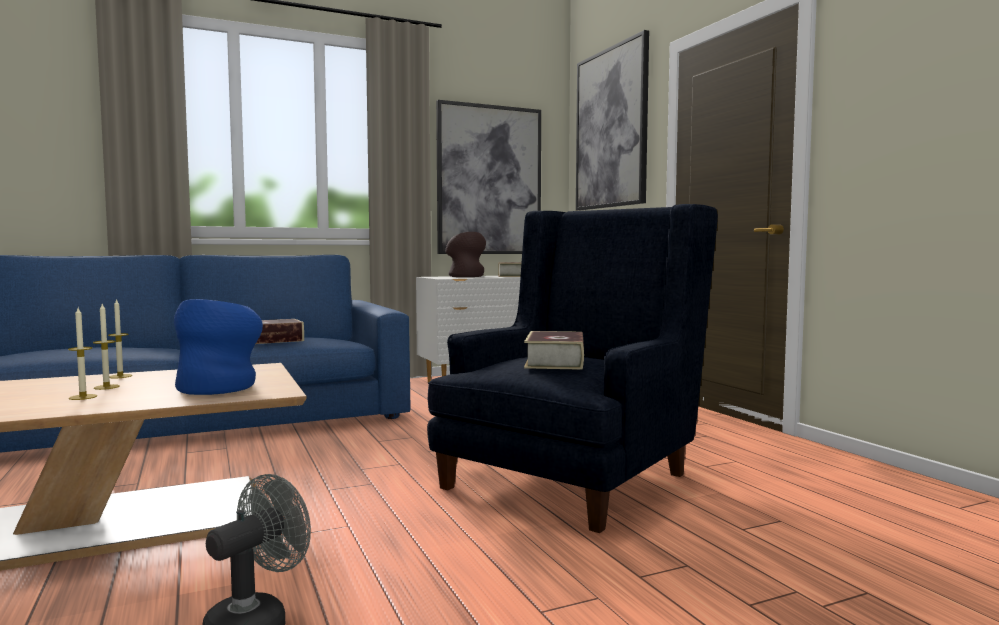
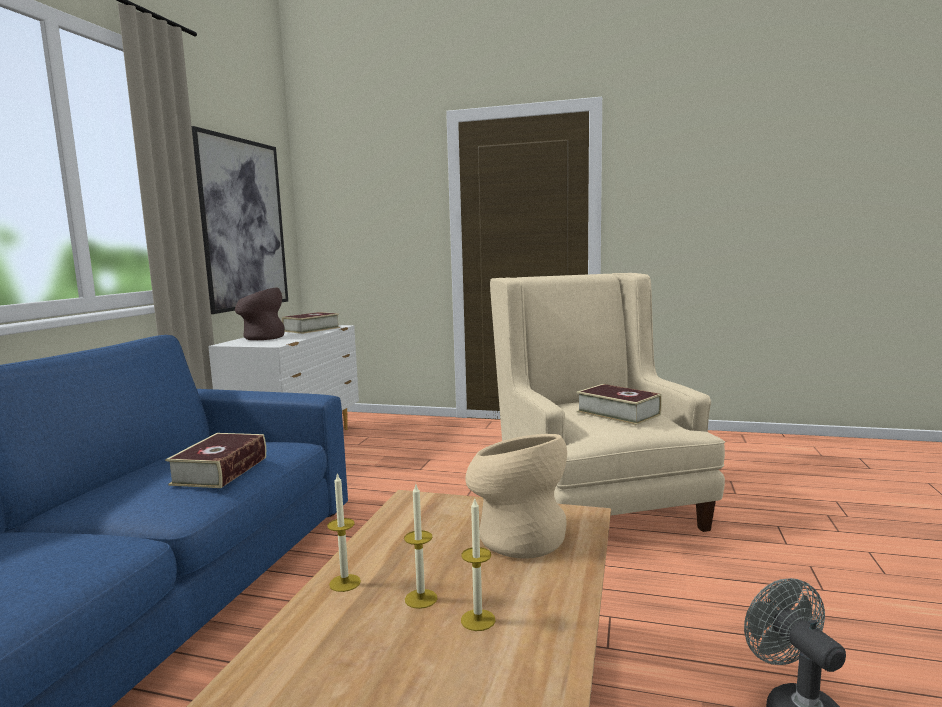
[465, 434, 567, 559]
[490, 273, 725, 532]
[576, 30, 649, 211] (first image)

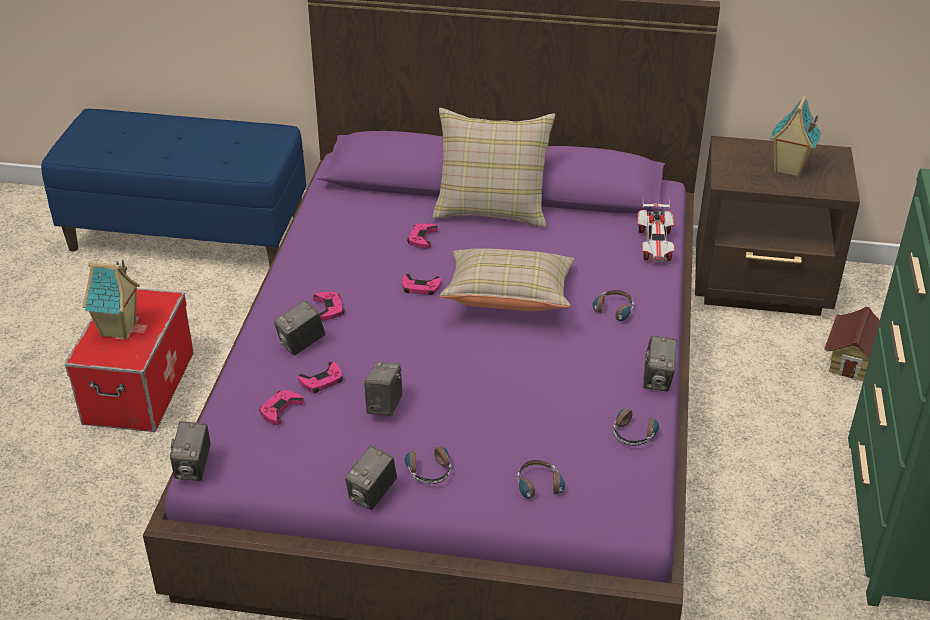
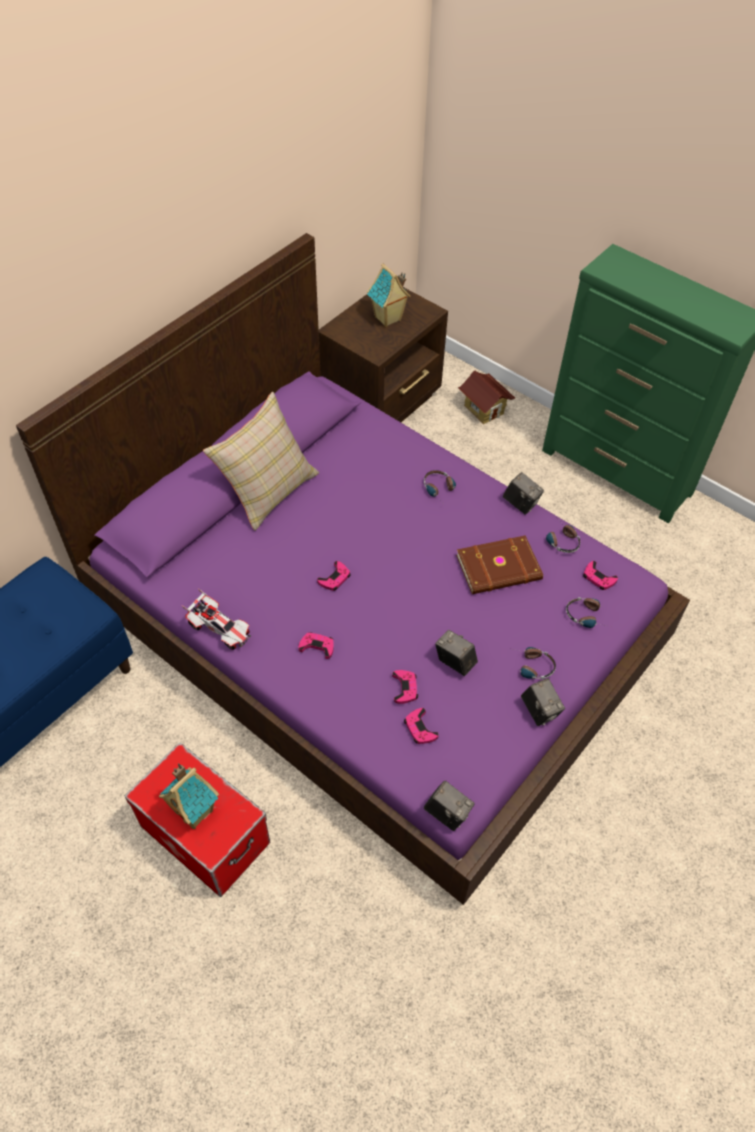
[182, 589, 251, 650]
[456, 535, 543, 594]
[583, 561, 618, 590]
[274, 300, 326, 355] (first image)
[440, 248, 575, 311] (first image)

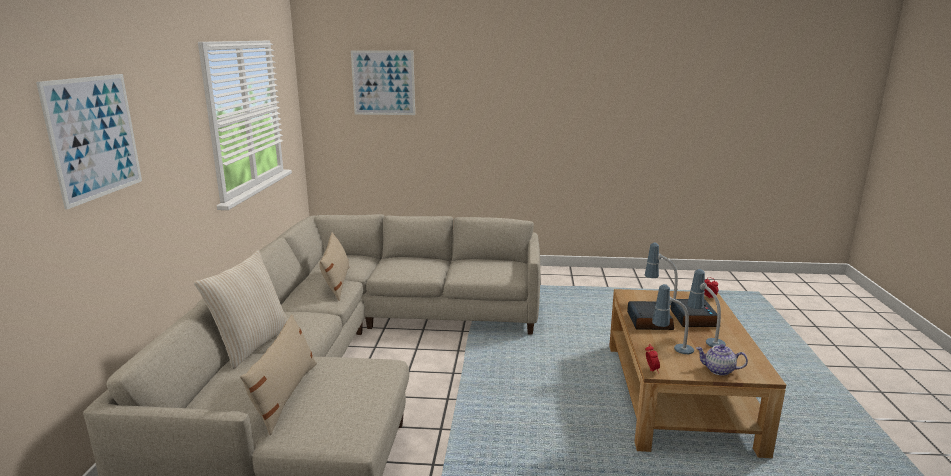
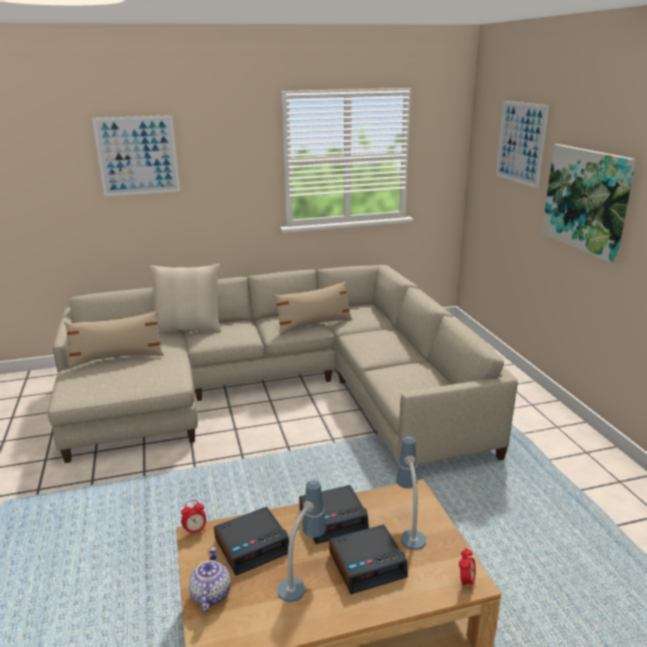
[214, 507, 289, 575]
[542, 144, 636, 263]

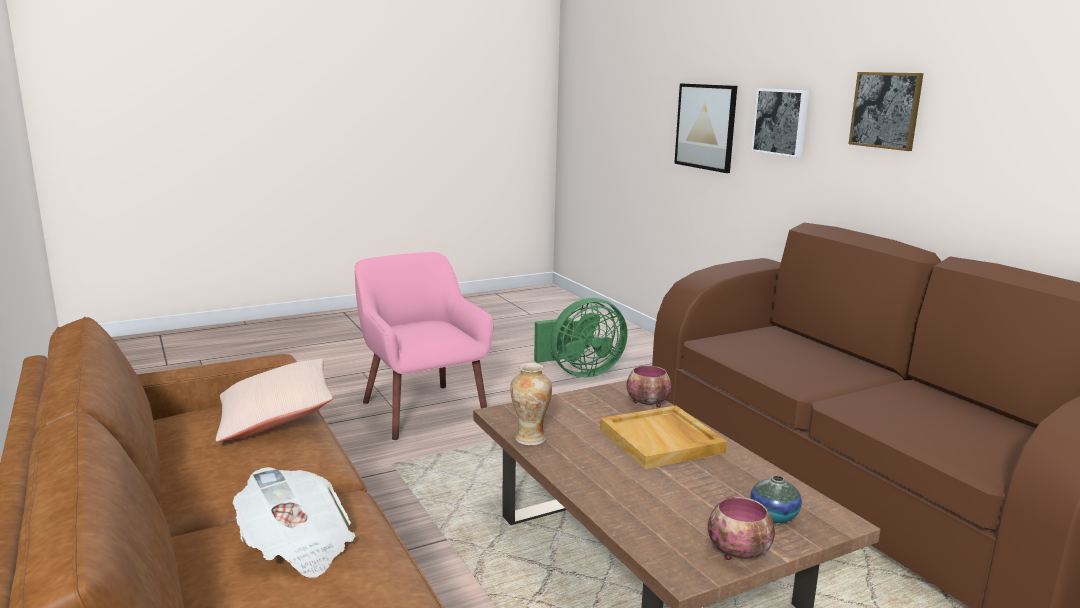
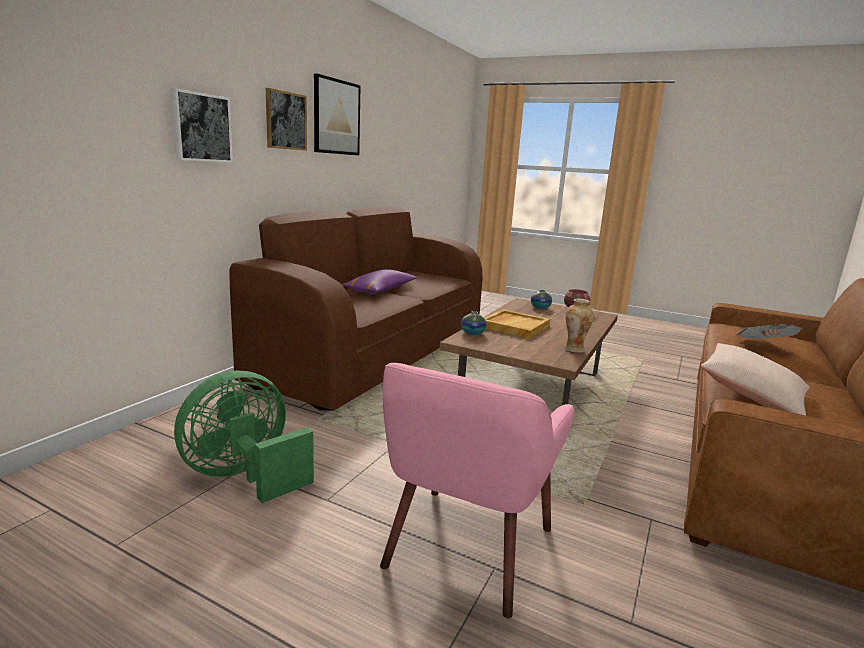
[174, 371, 314, 503]
[314, 73, 361, 156]
[342, 269, 418, 293]
[461, 311, 487, 335]

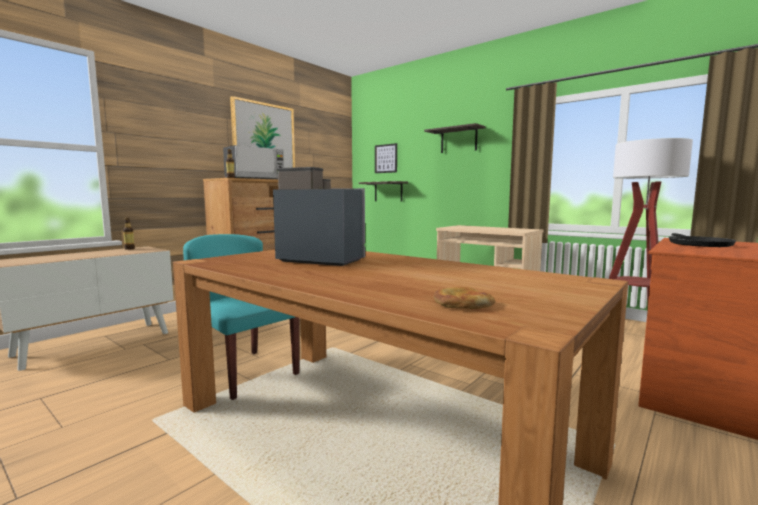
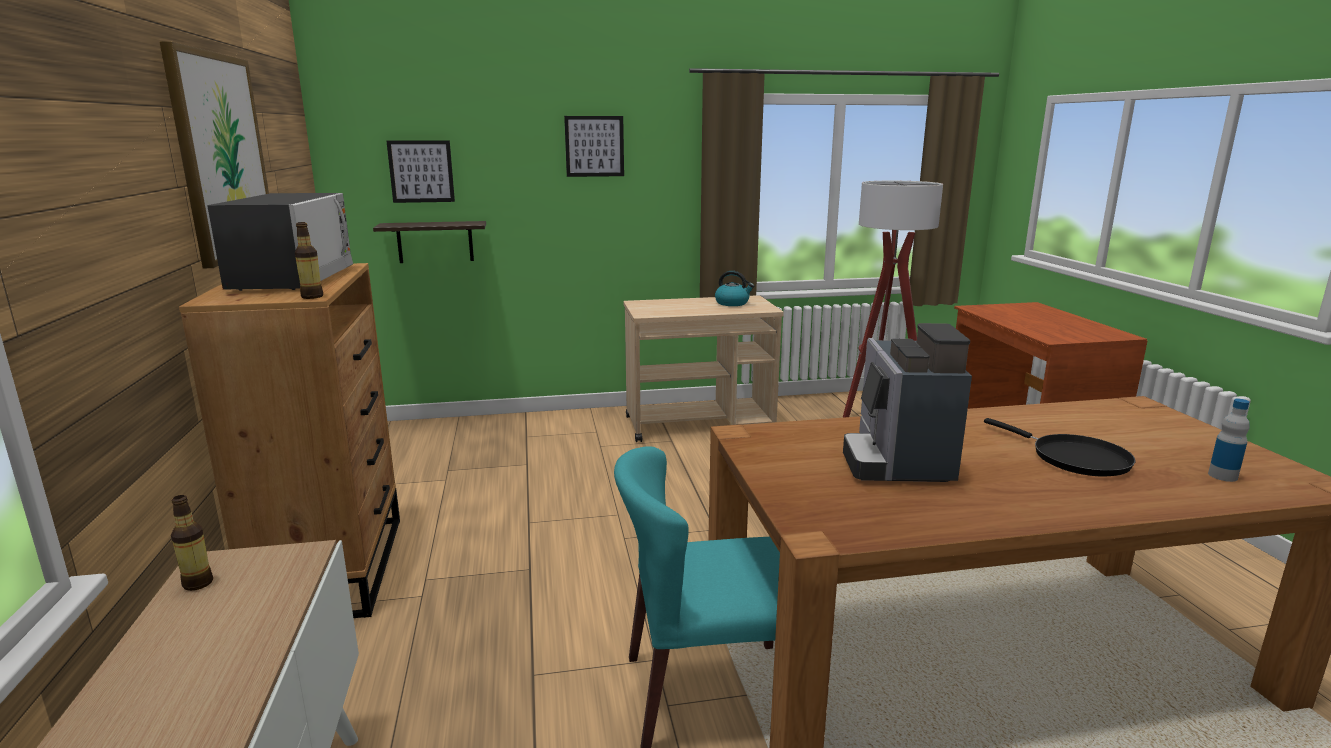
[564, 116, 624, 177]
[715, 271, 754, 306]
[843, 323, 972, 482]
[984, 418, 1136, 476]
[1208, 399, 1250, 482]

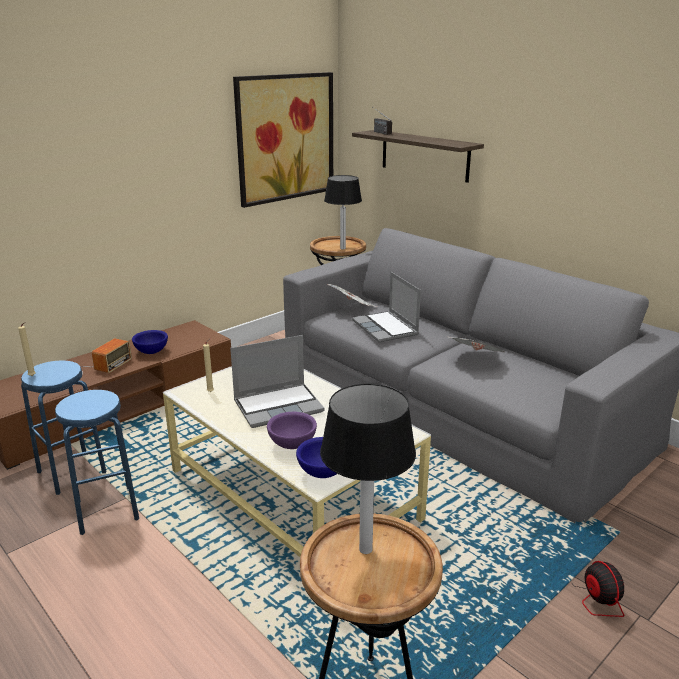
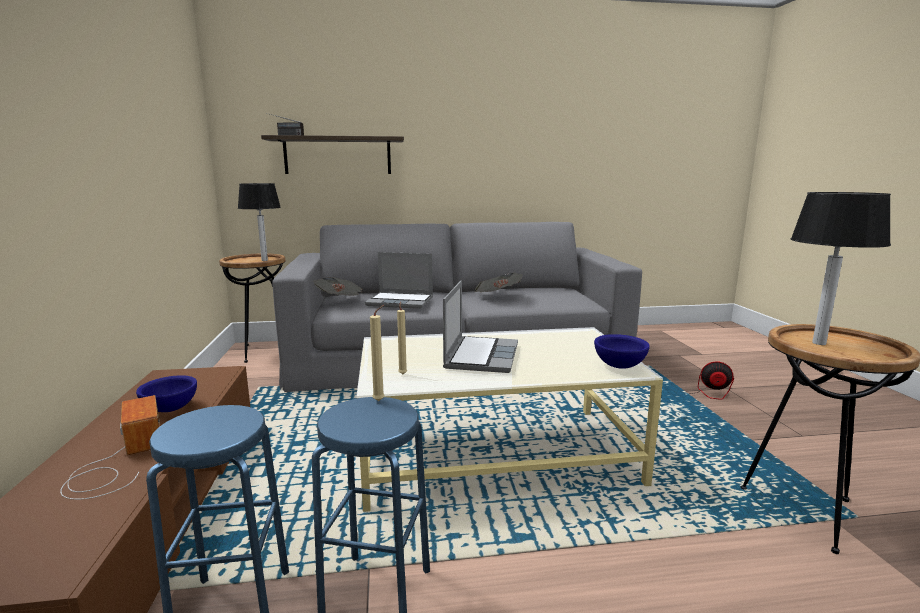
[370, 305, 385, 401]
[233, 72, 333, 208] (first image)
[267, 412, 317, 449] (first image)

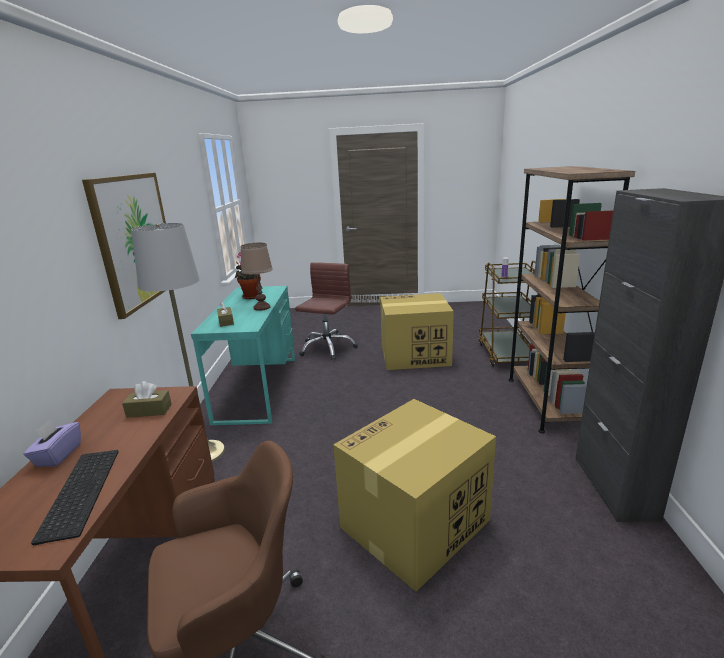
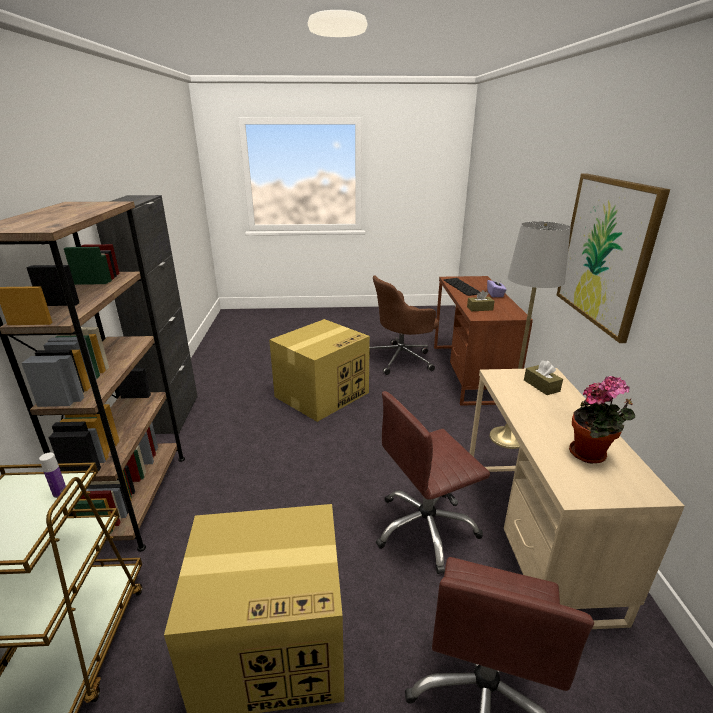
[376, 391, 490, 574]
[470, 368, 685, 629]
[241, 243, 273, 311] (first image)

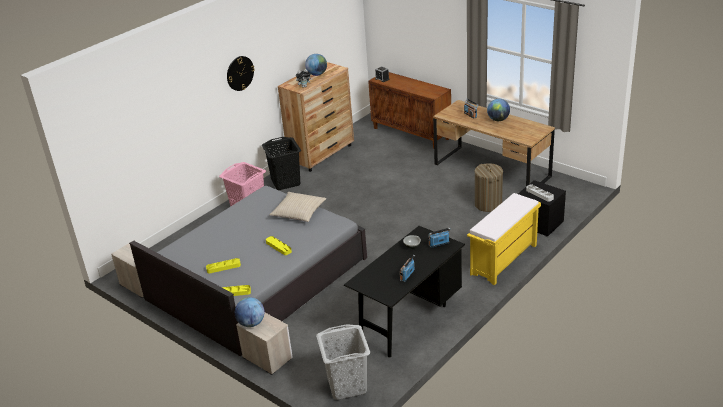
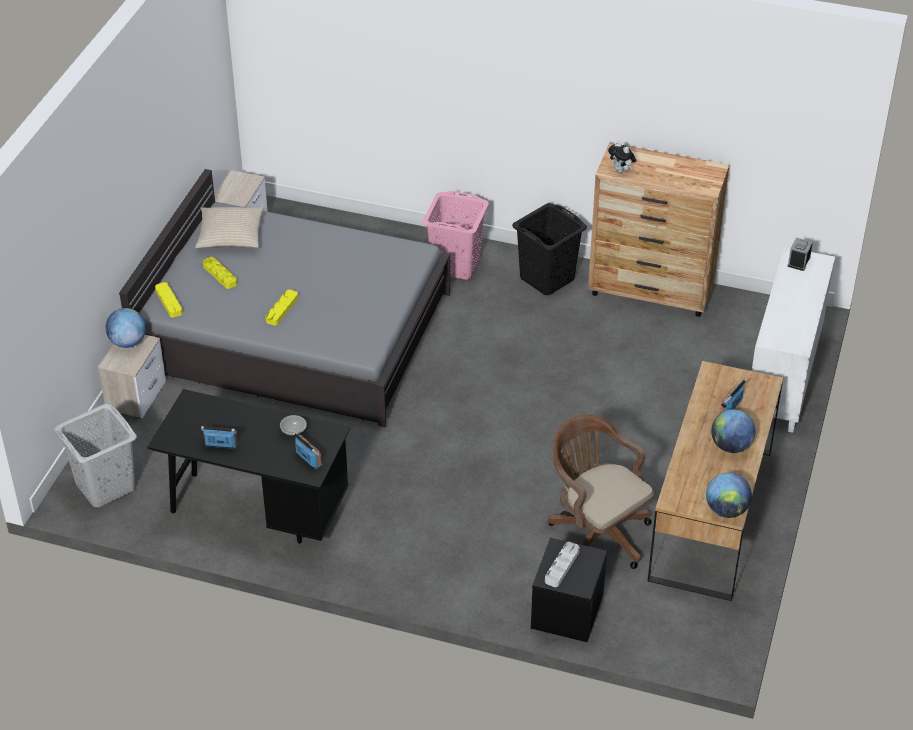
[195, 206, 264, 248]
[548, 414, 654, 569]
[706, 472, 752, 518]
[752, 247, 835, 433]
[227, 56, 255, 91] (first image)
[467, 193, 541, 285] (first image)

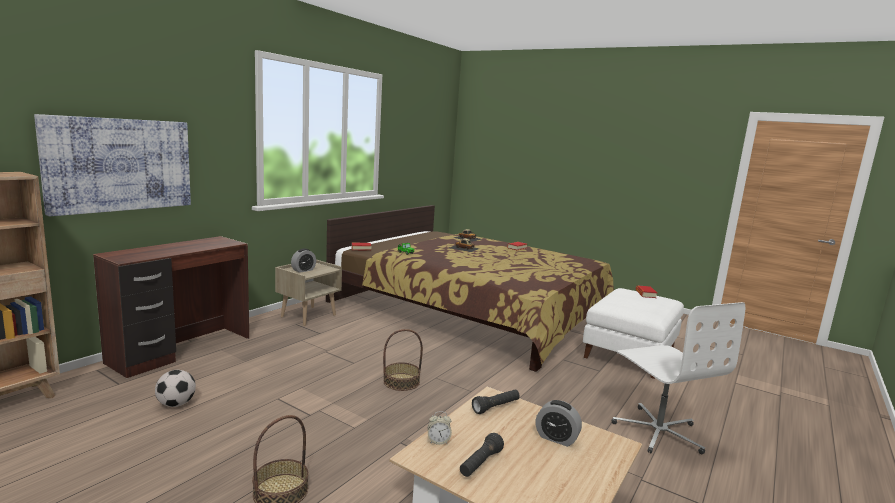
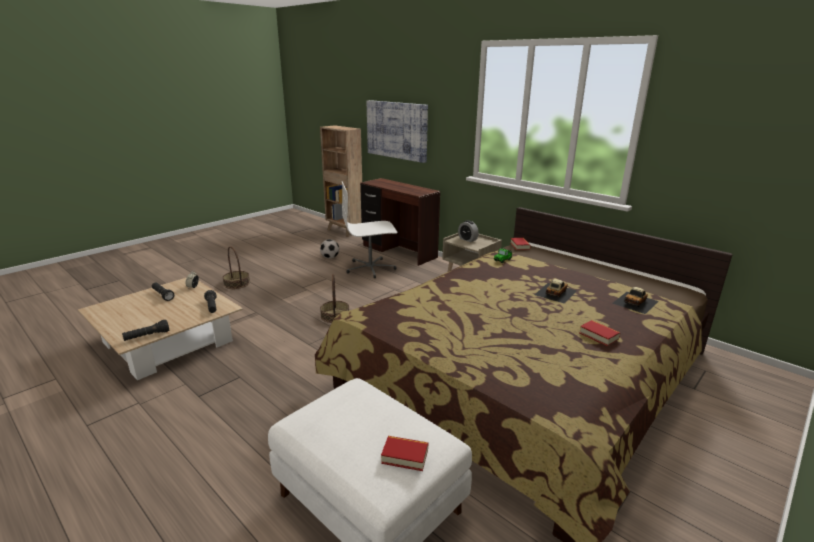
[122, 320, 169, 341]
[341, 181, 397, 278]
[535, 400, 582, 447] (first image)

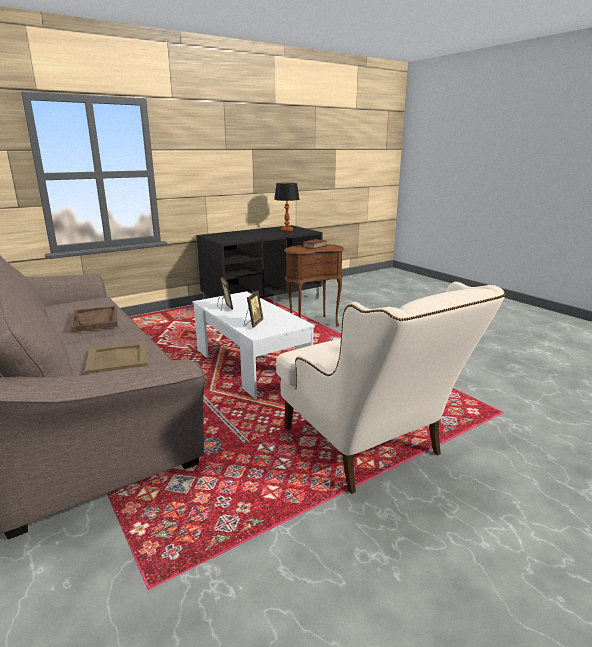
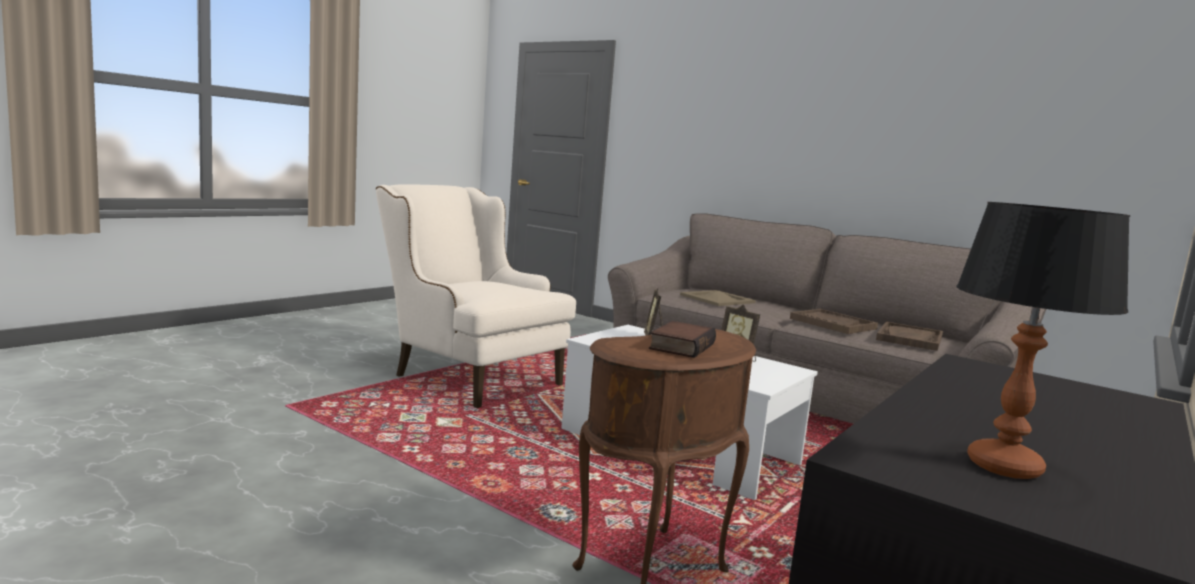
[876, 322, 943, 351]

